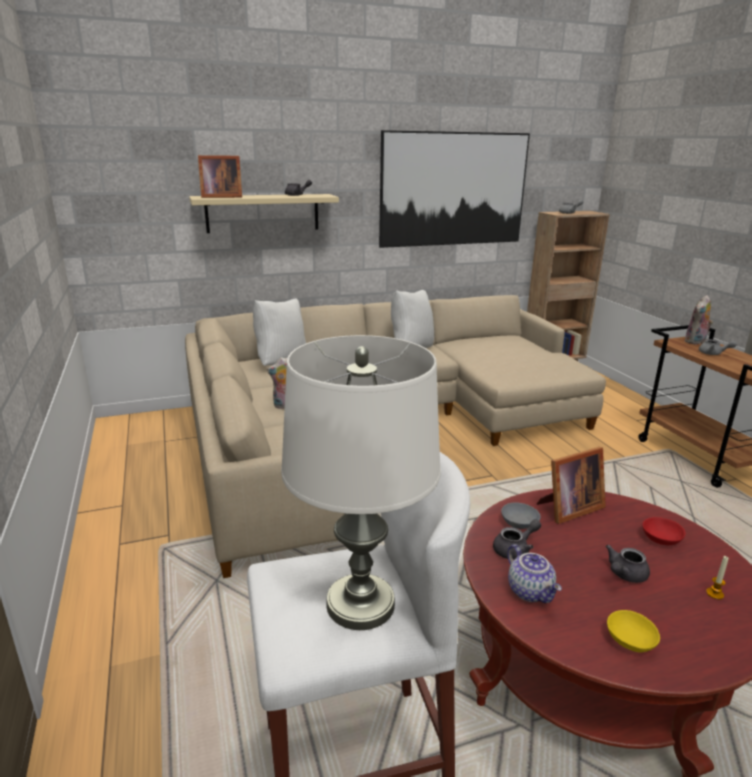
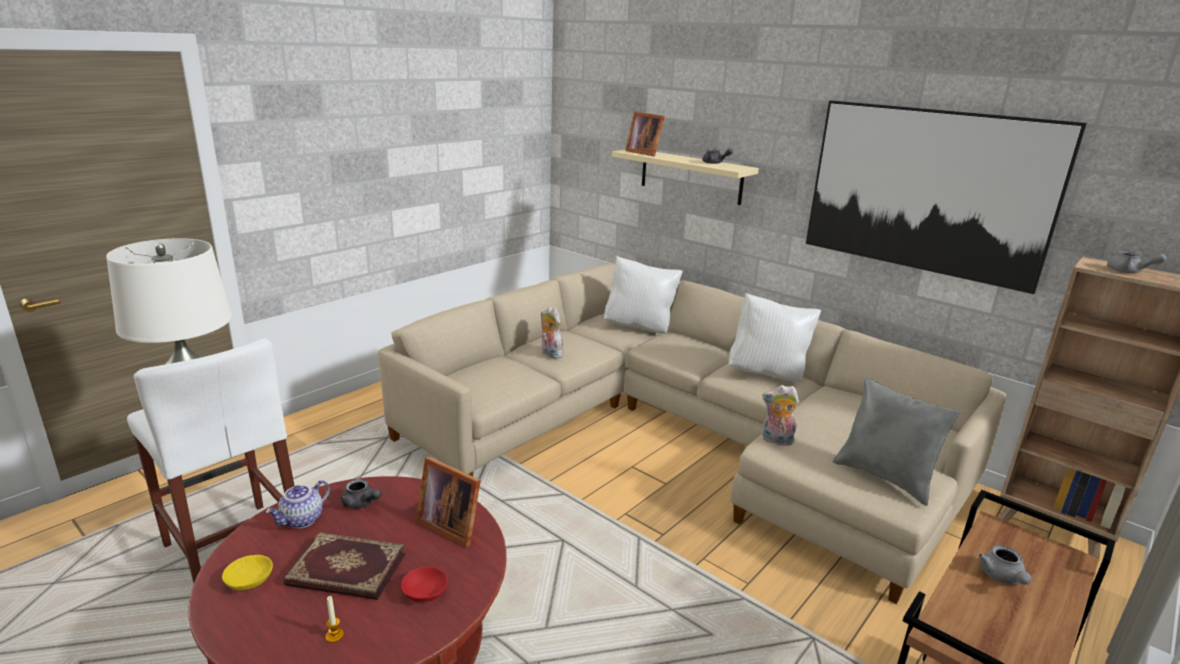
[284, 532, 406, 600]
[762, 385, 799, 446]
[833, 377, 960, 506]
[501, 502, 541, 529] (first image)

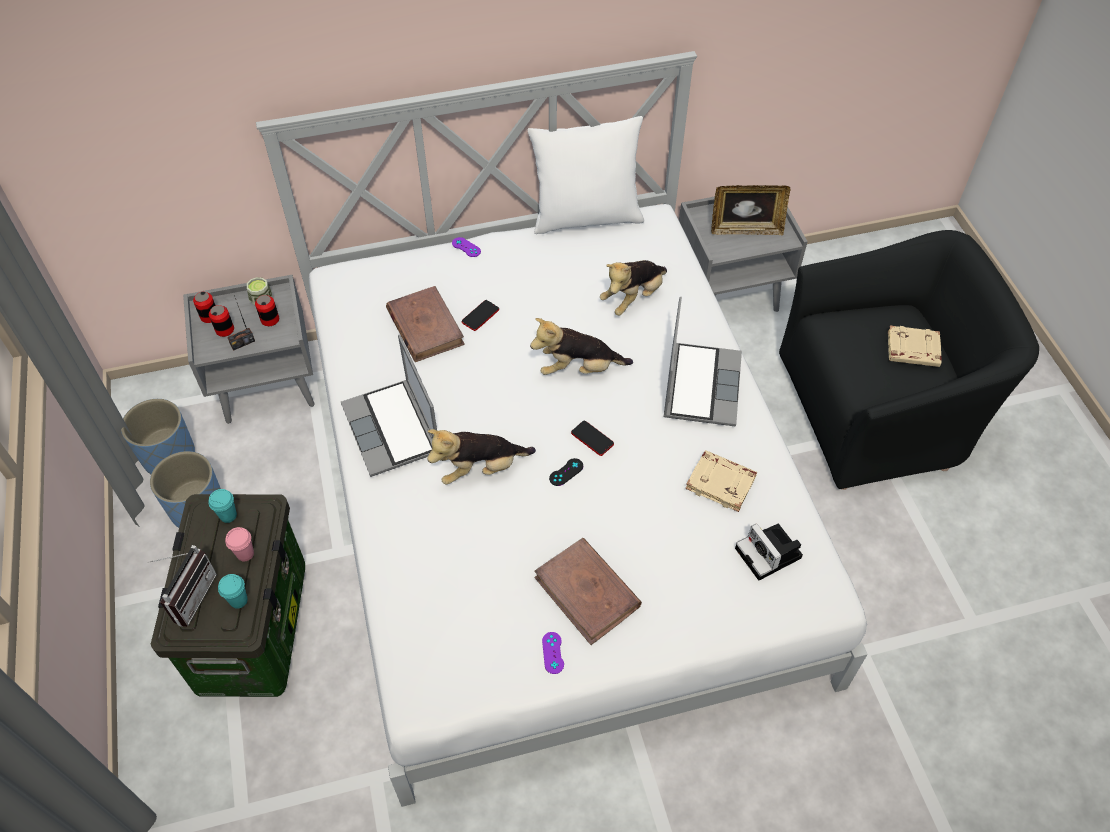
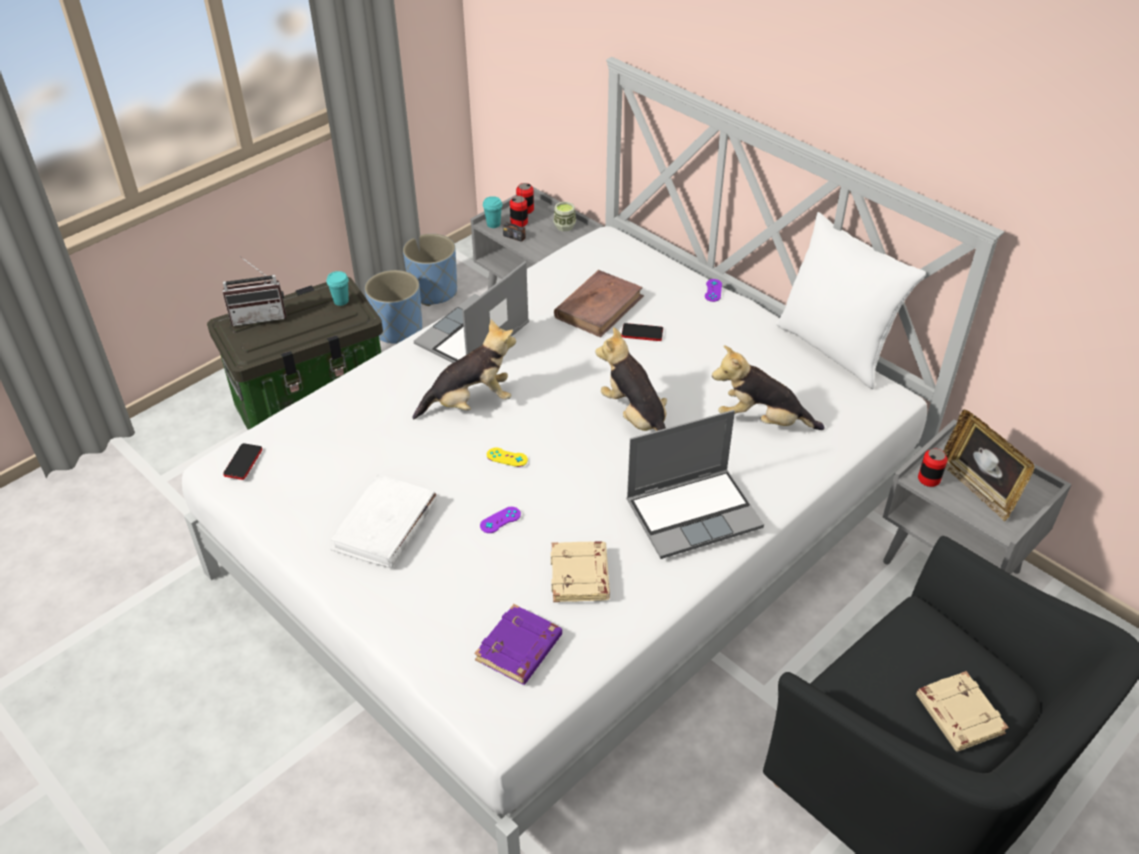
[223, 443, 262, 480]
[330, 474, 437, 568]
[412, 319, 516, 420]
[474, 604, 562, 685]
[480, 507, 521, 533]
[483, 196, 503, 228]
[487, 448, 528, 467]
[918, 449, 948, 487]
[225, 527, 254, 561] (first image)

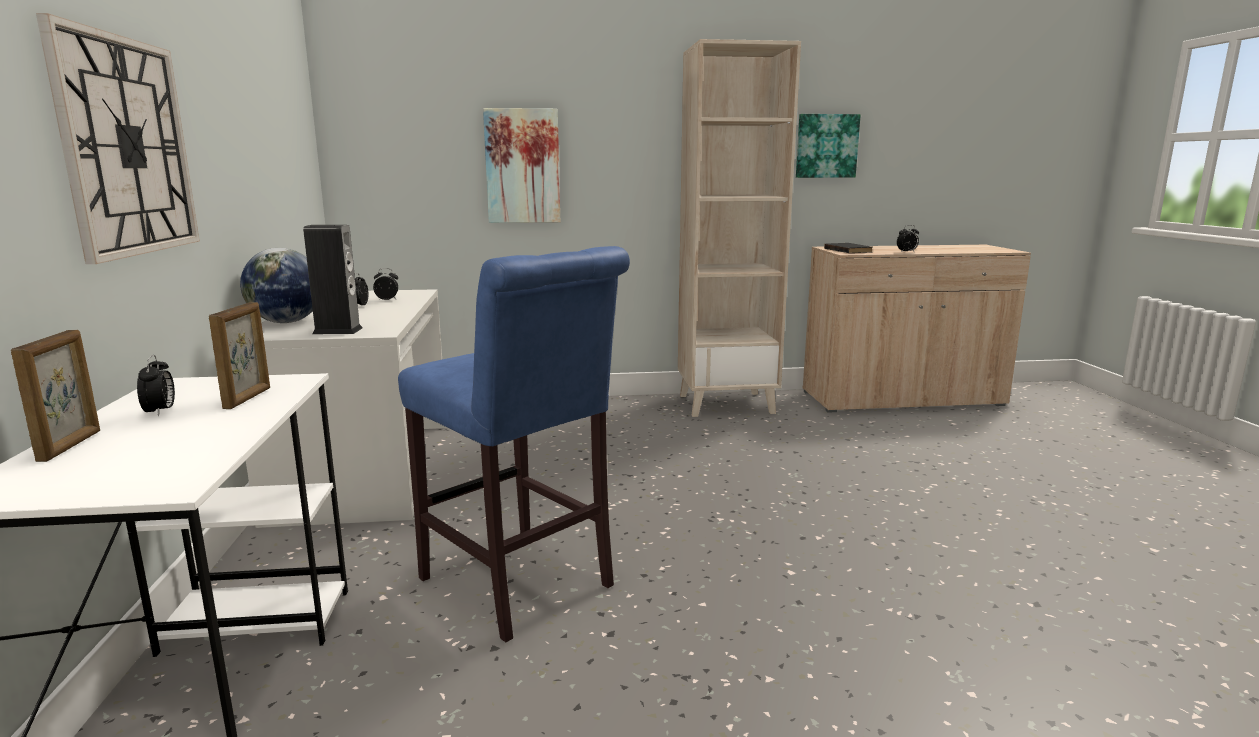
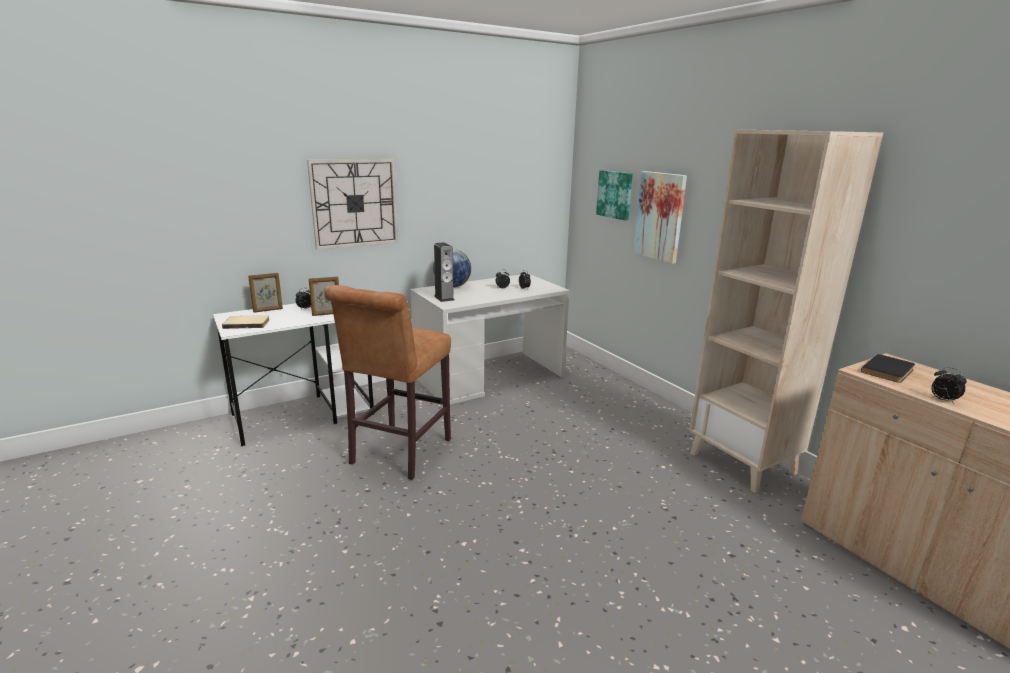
[222, 315, 270, 329]
[324, 285, 451, 480]
[596, 170, 633, 220]

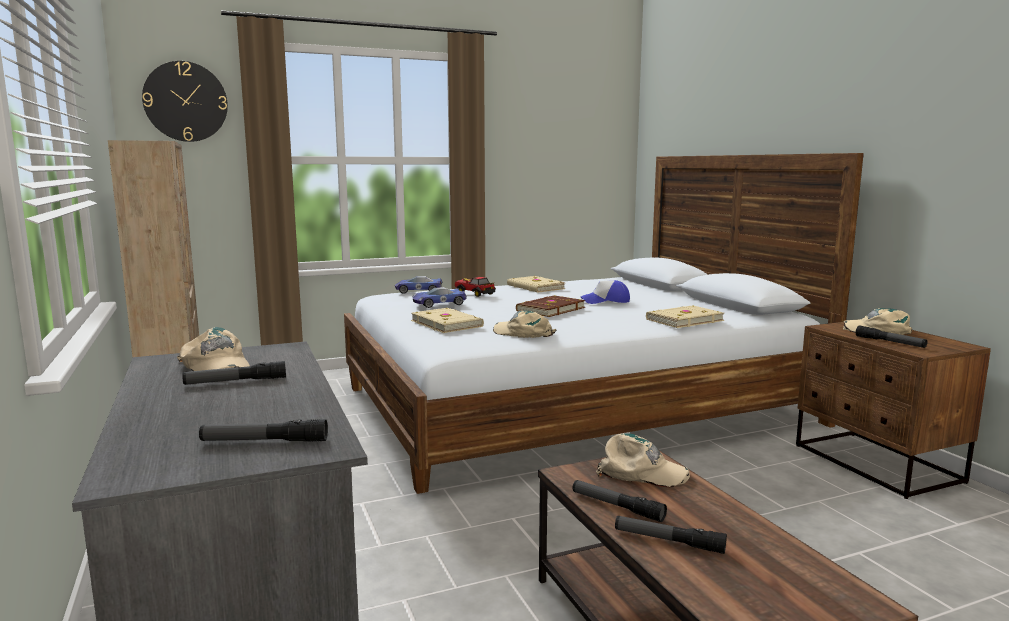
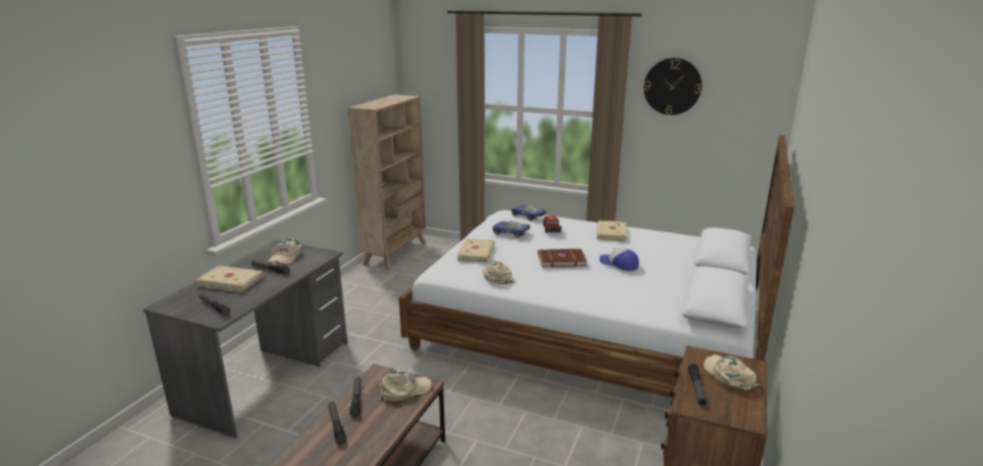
[196, 266, 264, 292]
[379, 370, 432, 404]
[644, 58, 702, 115]

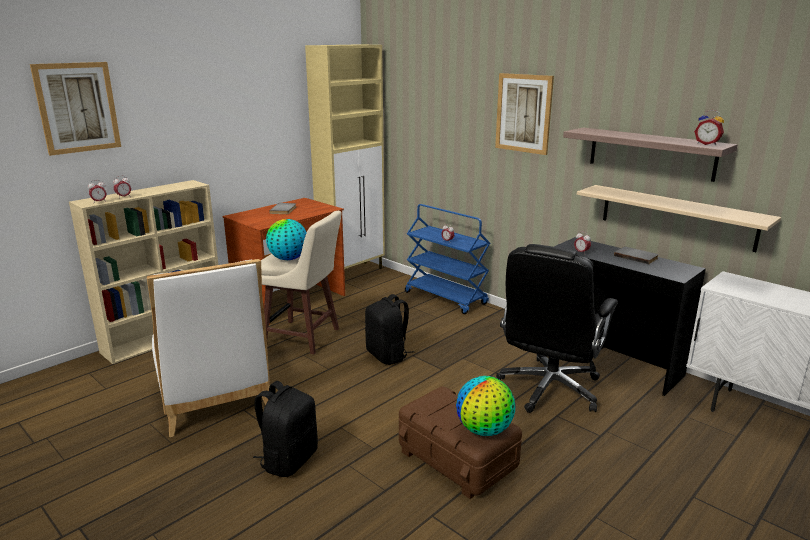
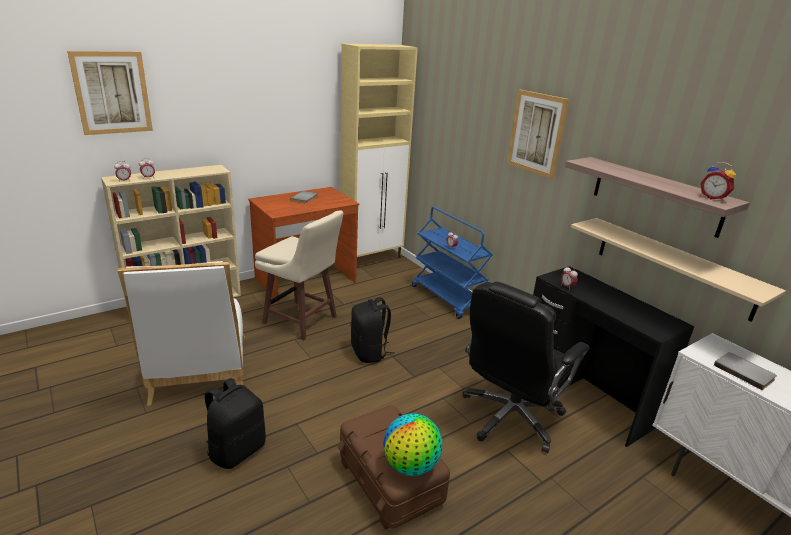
[714, 352, 777, 390]
[266, 219, 307, 260] (first image)

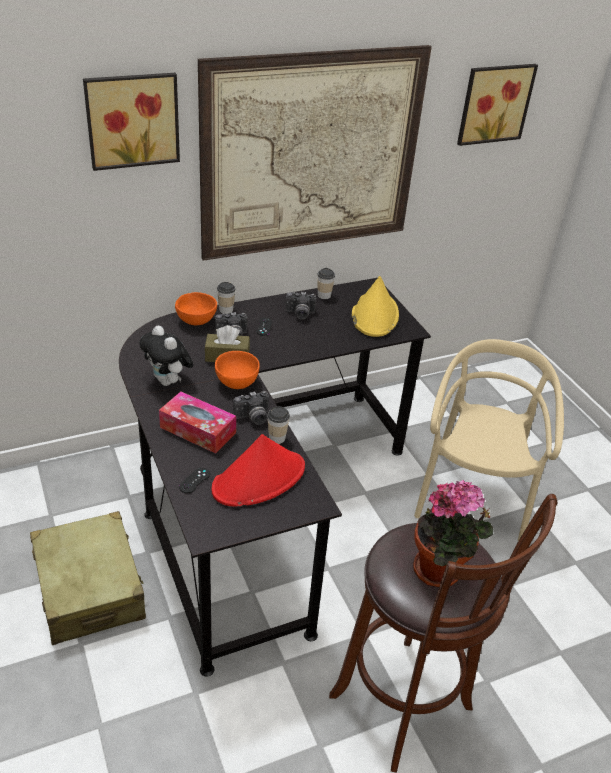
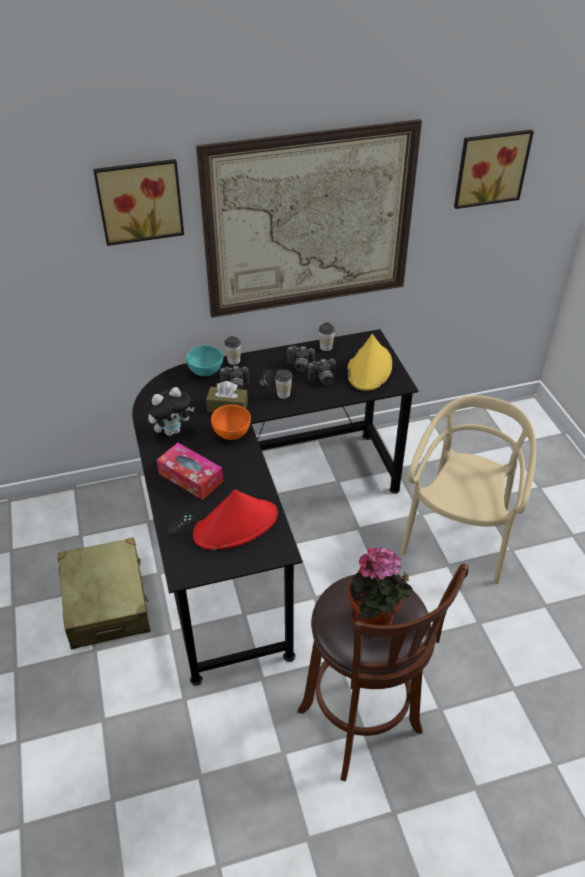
[147, 387, 195, 436]
[186, 345, 223, 376]
[275, 369, 292, 399]
[308, 359, 336, 385]

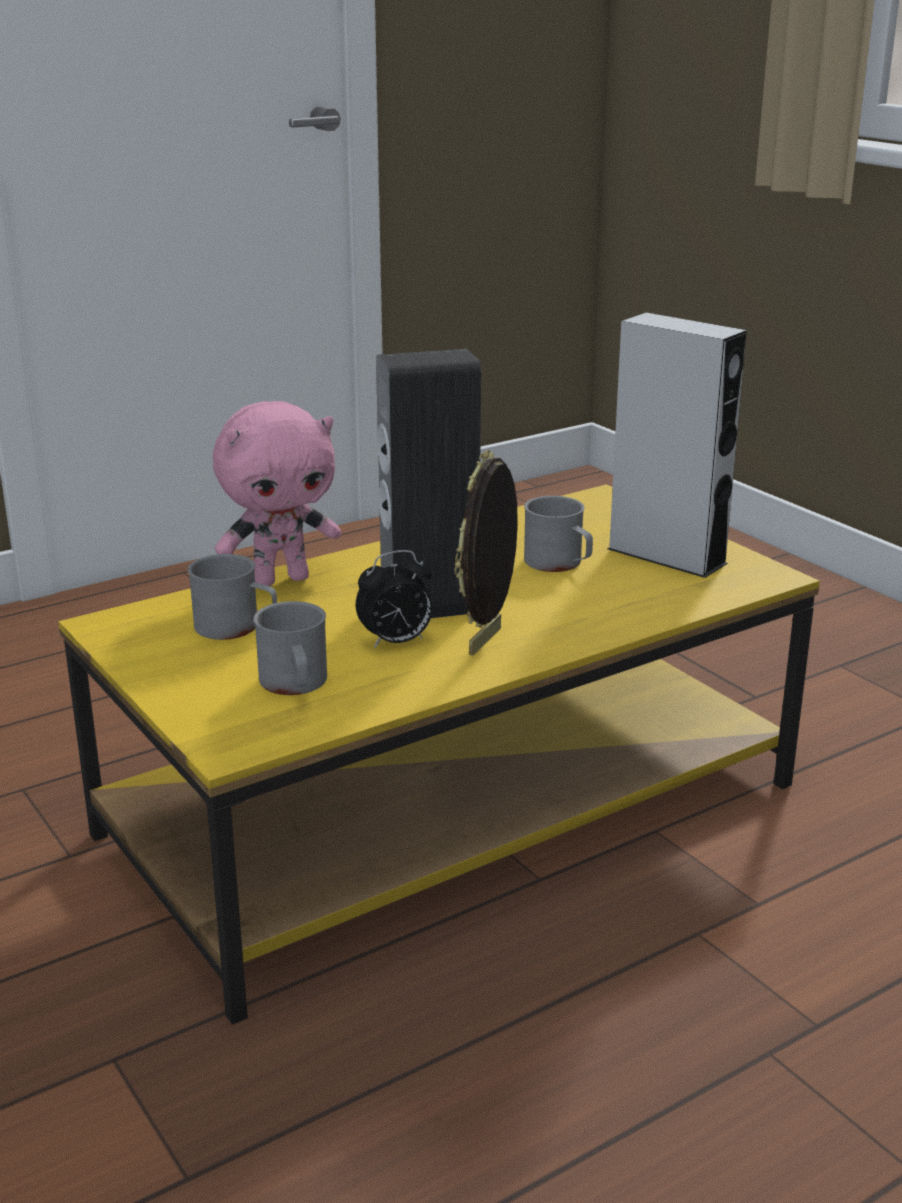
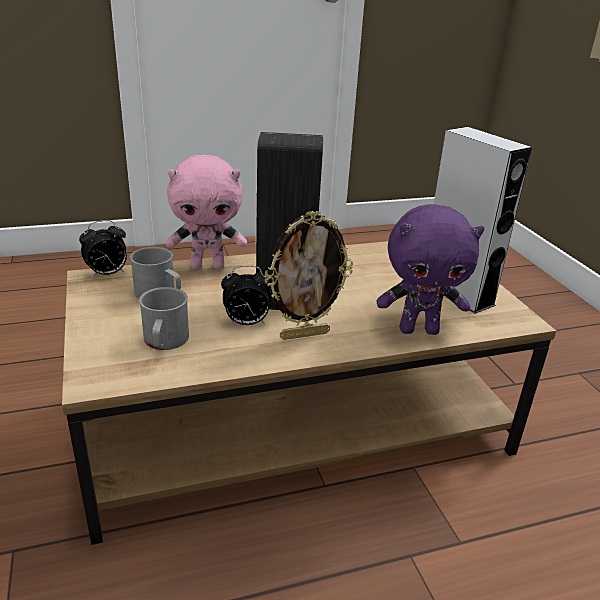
[62, 241, 556, 545]
[79, 220, 127, 278]
[264, 211, 353, 340]
[377, 204, 484, 335]
[524, 496, 593, 572] (first image)

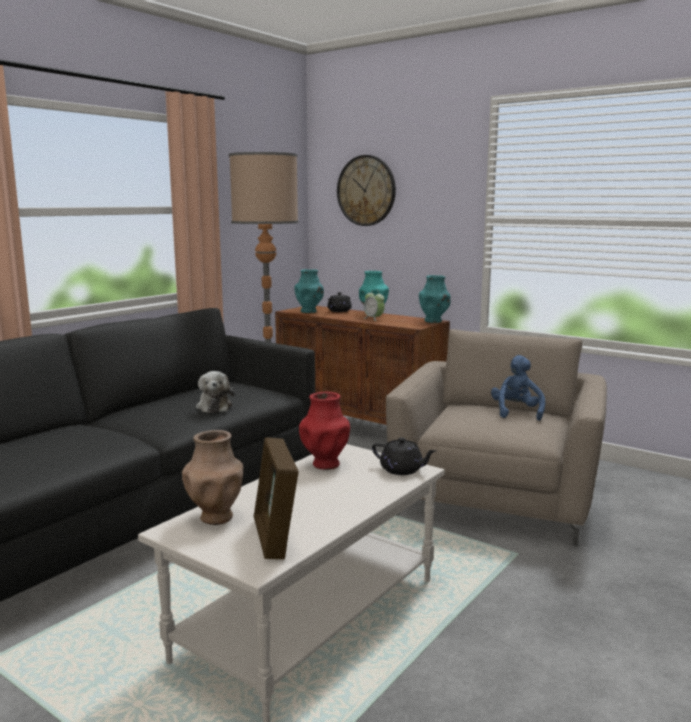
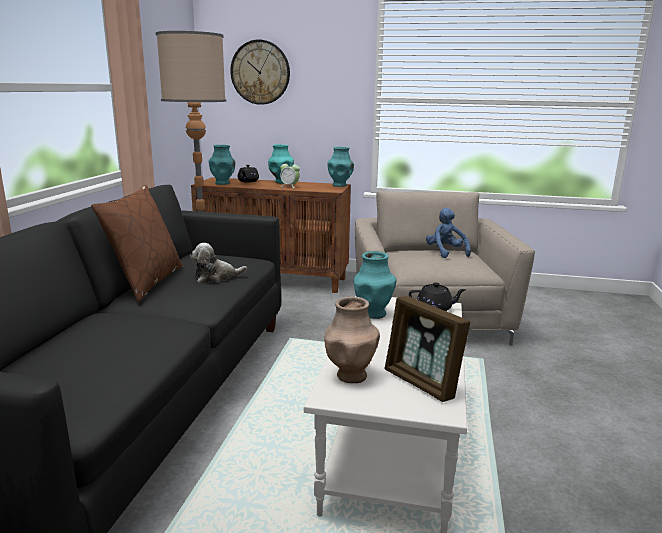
[91, 185, 183, 302]
[190, 243, 247, 283]
[354, 251, 396, 319]

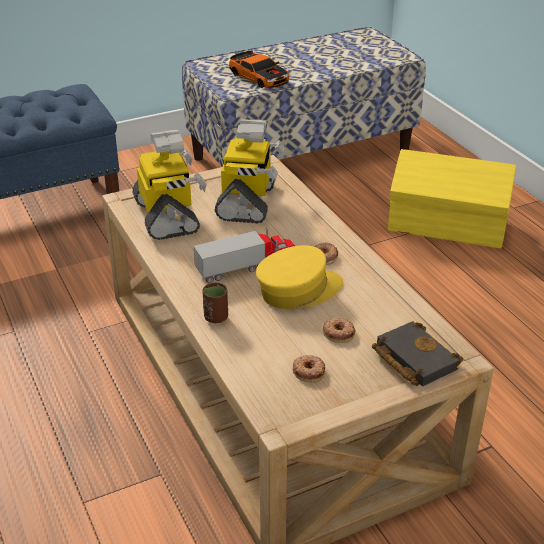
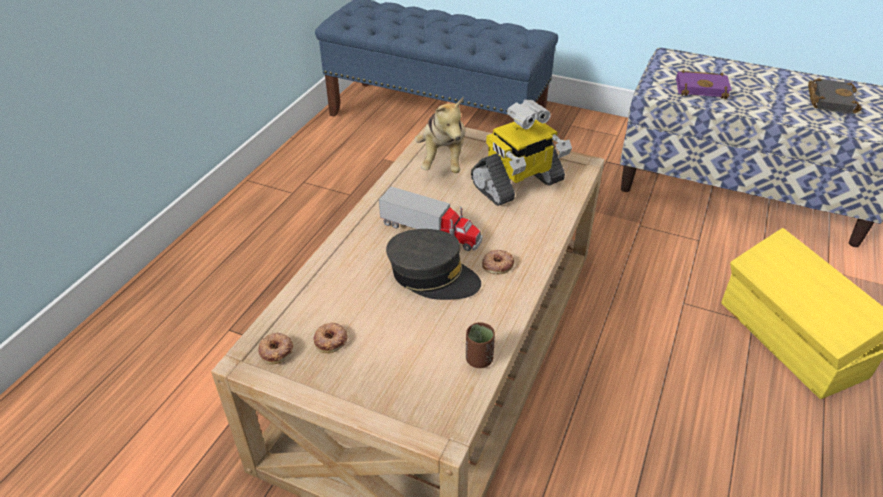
[258, 333, 293, 364]
[386, 229, 481, 300]
[415, 97, 465, 173]
[466, 322, 495, 368]
[676, 70, 732, 99]
[808, 78, 862, 114]

